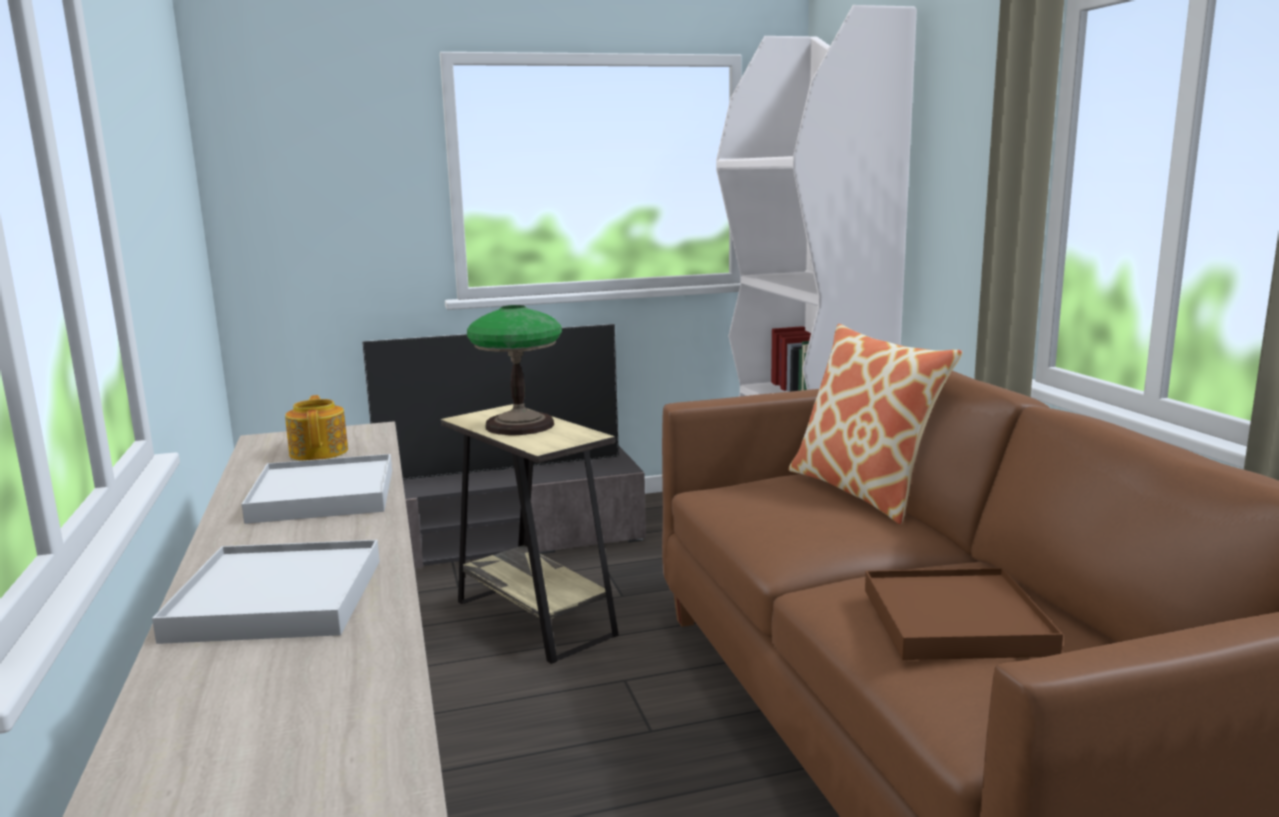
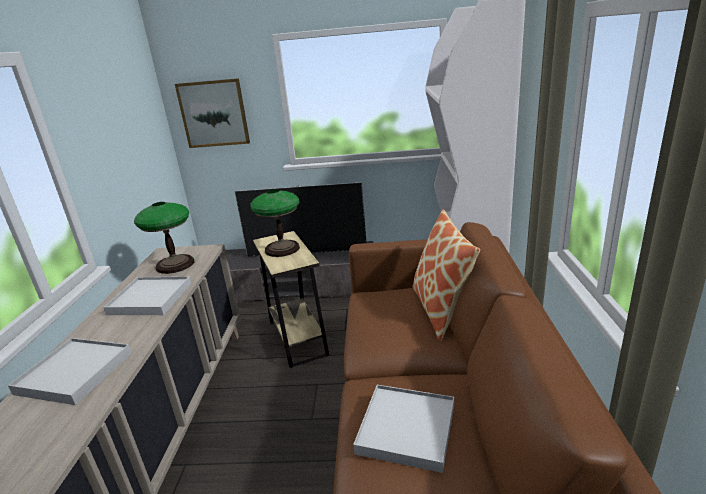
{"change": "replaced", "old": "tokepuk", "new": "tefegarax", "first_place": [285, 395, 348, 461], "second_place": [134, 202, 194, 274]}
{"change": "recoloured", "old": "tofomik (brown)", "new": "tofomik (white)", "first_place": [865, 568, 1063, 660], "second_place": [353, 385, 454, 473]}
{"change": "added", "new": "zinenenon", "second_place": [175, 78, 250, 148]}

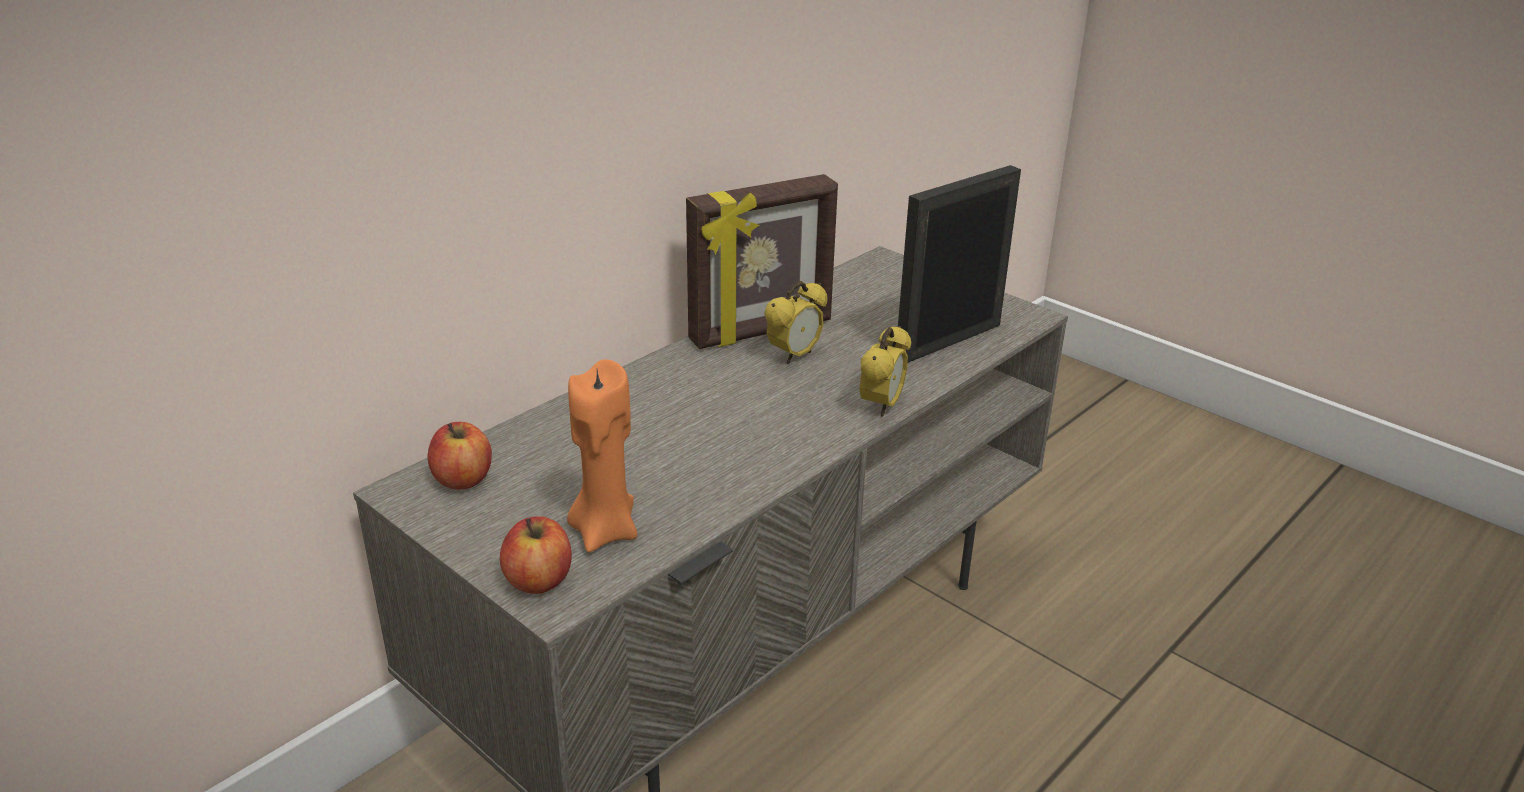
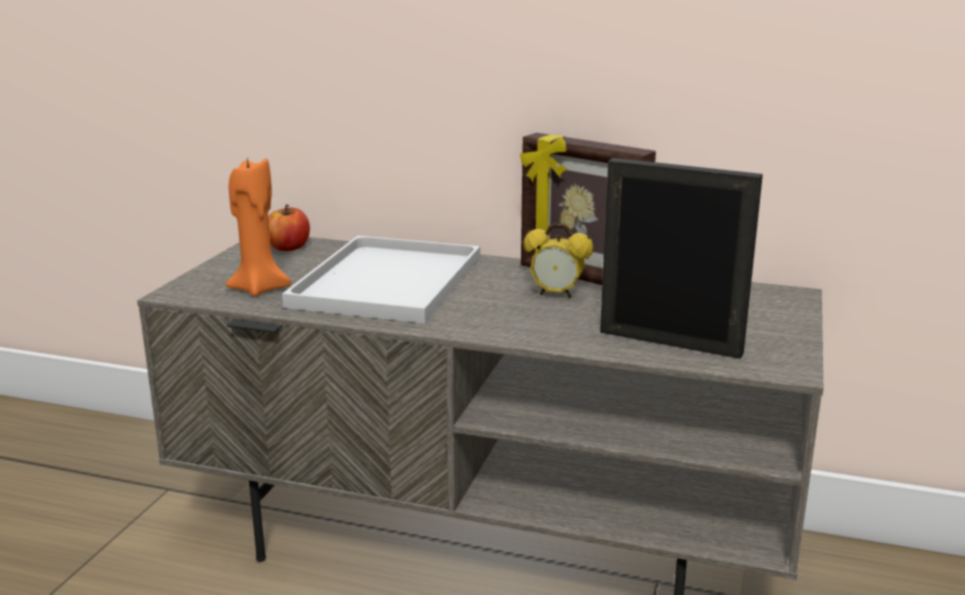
{"change": "removed", "old": "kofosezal", "first_place": [859, 326, 911, 416]}
{"change": "removed", "old": "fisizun", "first_place": [500, 516, 572, 594]}
{"change": "added", "new": "tofomik (white)", "second_place": [282, 236, 480, 323]}

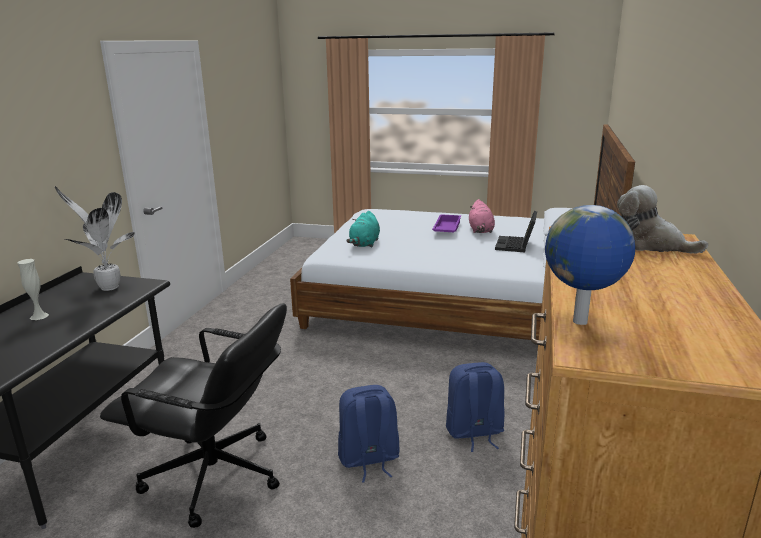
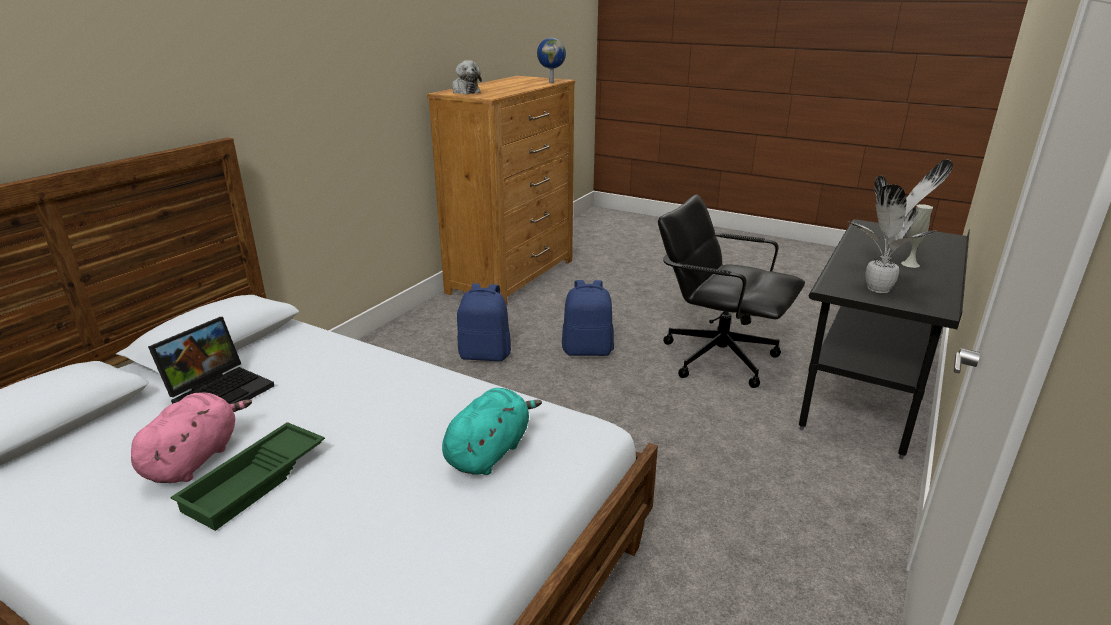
{"change": "recoloured", "old": "tofomik (purple)", "new": "tofomik (green)", "first_place": [432, 214, 461, 232], "second_place": [170, 422, 325, 531]}

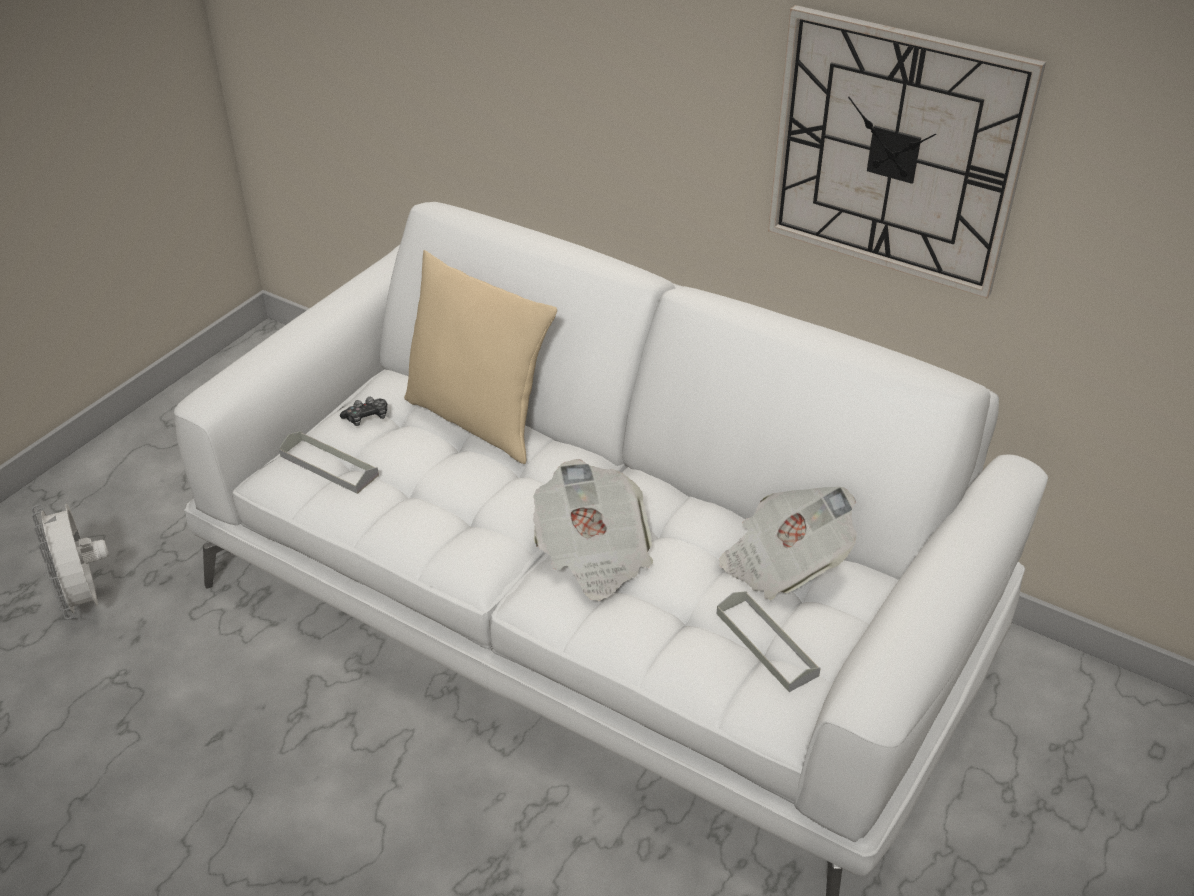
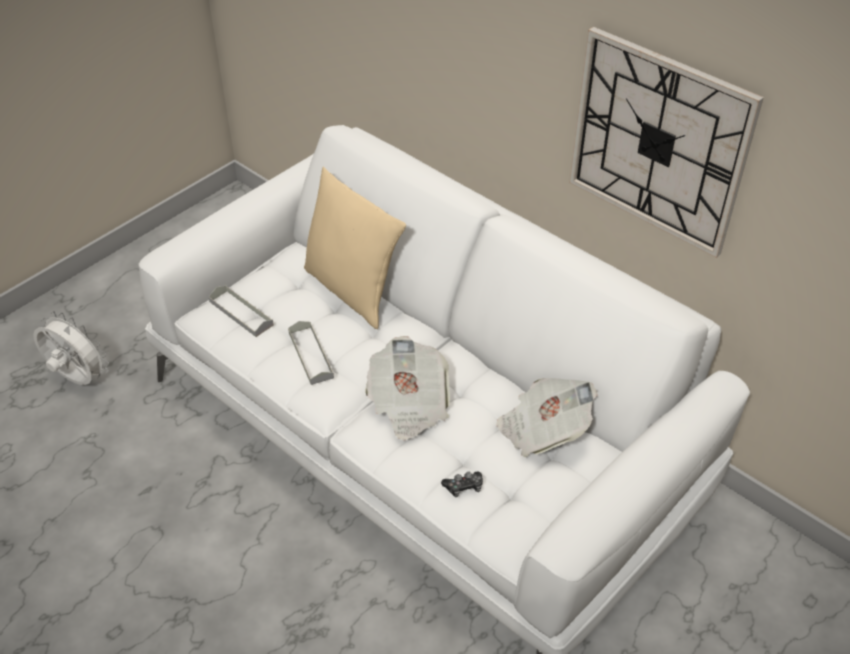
{"change": "moved", "old": "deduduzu", "first_place": [340, 397, 387, 426], "second_place": [441, 472, 483, 497]}
{"change": "turned", "old": "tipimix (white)", "first_place": [32, 504, 109, 619], "second_place": [33, 311, 109, 385], "degrees": 135}
{"change": "moved", "old": "tofomik (grey)", "first_place": [716, 591, 821, 692], "second_place": [288, 321, 334, 385]}

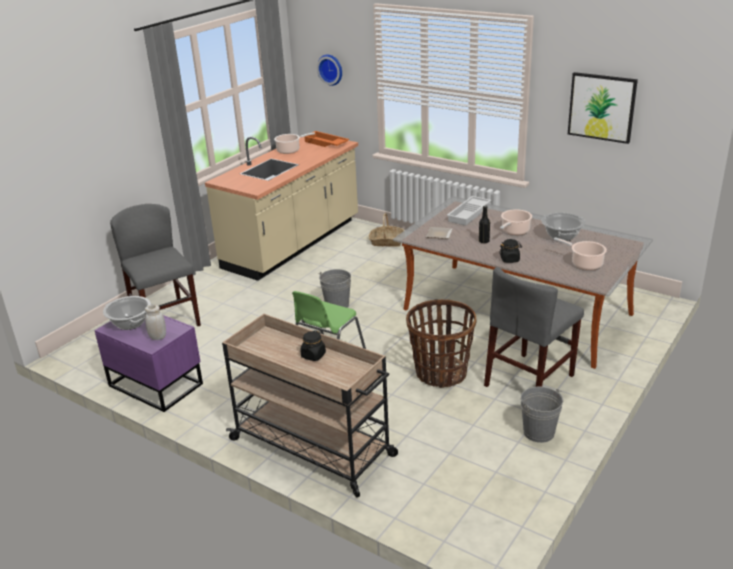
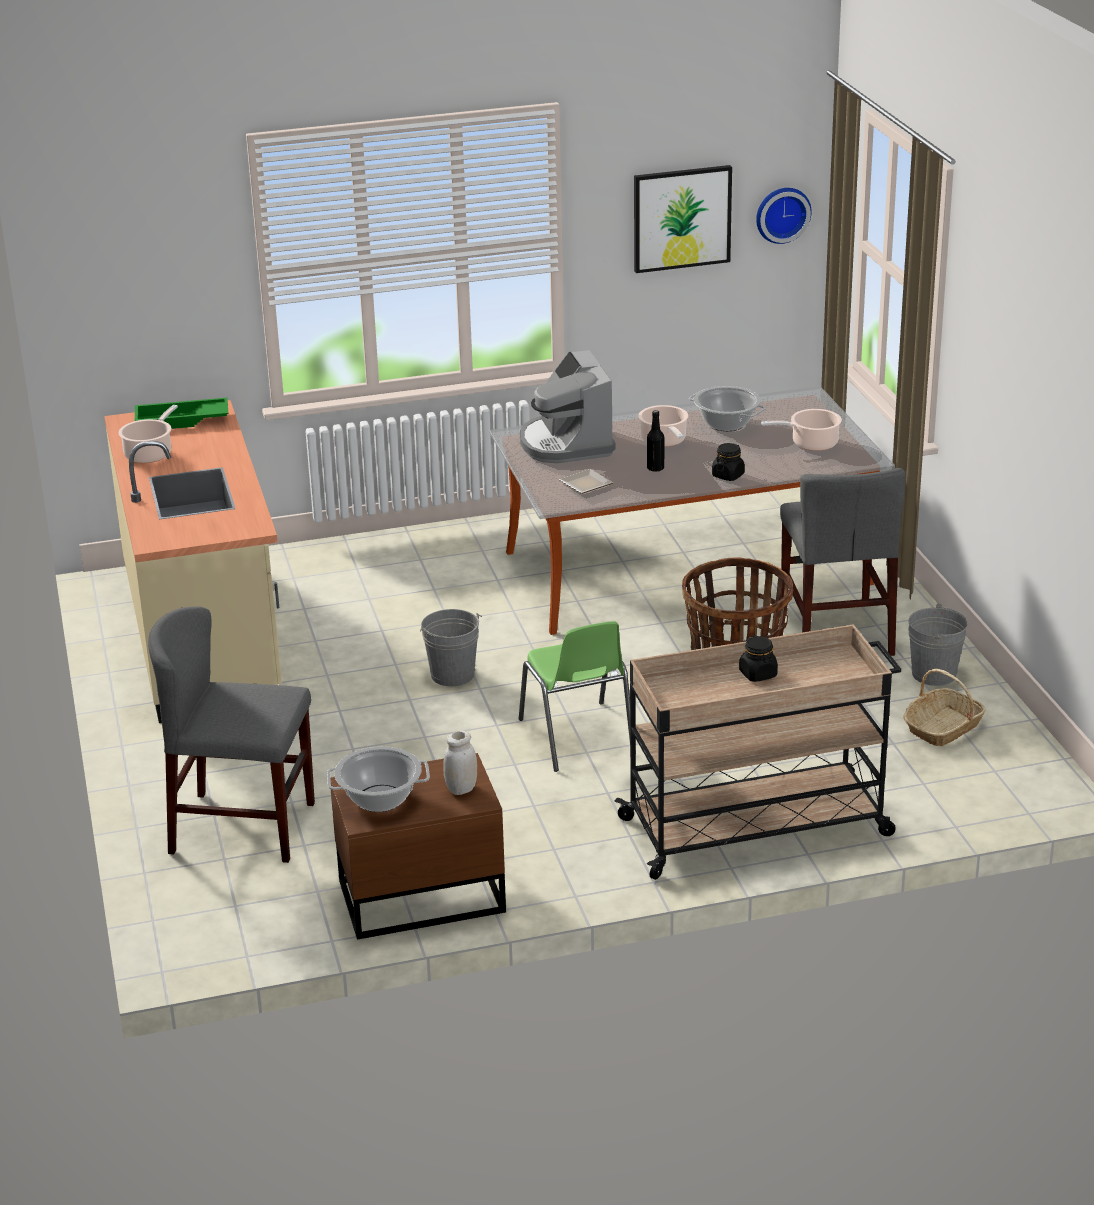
{"change": "moved", "old": "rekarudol", "first_place": [317, 55, 342, 86], "second_place": [756, 188, 812, 244]}
{"change": "recoloured", "old": "tofomik (orange)", "new": "tofomik (green)", "first_place": [305, 131, 349, 147], "second_place": [135, 398, 229, 429]}
{"change": "replaced", "old": "tofomik (white)", "new": "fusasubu", "first_place": [447, 196, 491, 226], "second_place": [520, 350, 616, 463]}
{"change": "moved", "old": "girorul", "first_place": [369, 213, 404, 247], "second_place": [903, 669, 986, 746]}
{"change": "recoloured", "old": "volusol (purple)", "new": "volusol (brown)", "first_place": [94, 315, 203, 412], "second_place": [330, 753, 506, 940]}

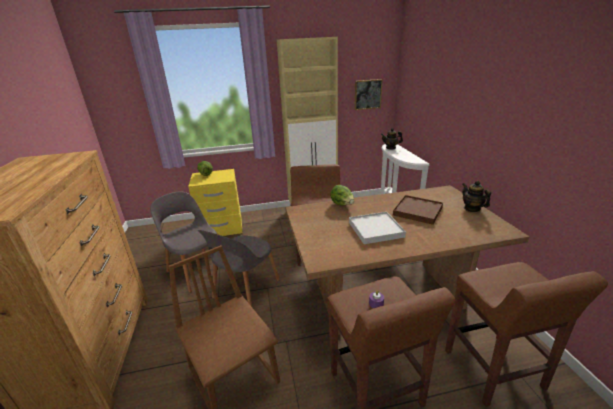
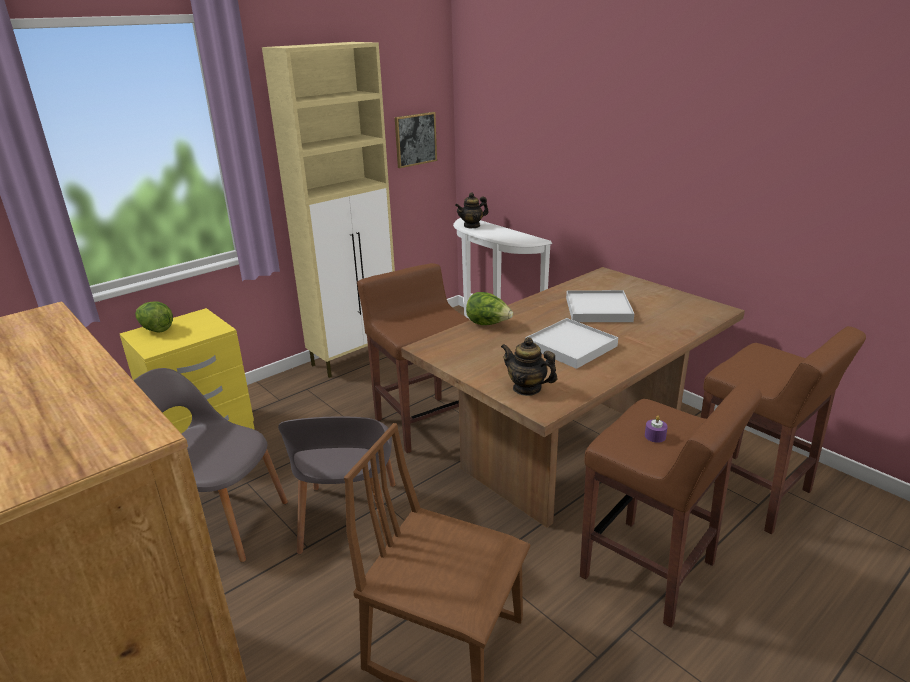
{"change": "moved", "old": "tokepuk", "first_place": [462, 181, 491, 212], "second_place": [501, 337, 558, 396]}
{"change": "recoloured", "old": "tofomik (brown)", "new": "tofomik (white)", "first_place": [393, 195, 443, 225], "second_place": [566, 290, 634, 322]}

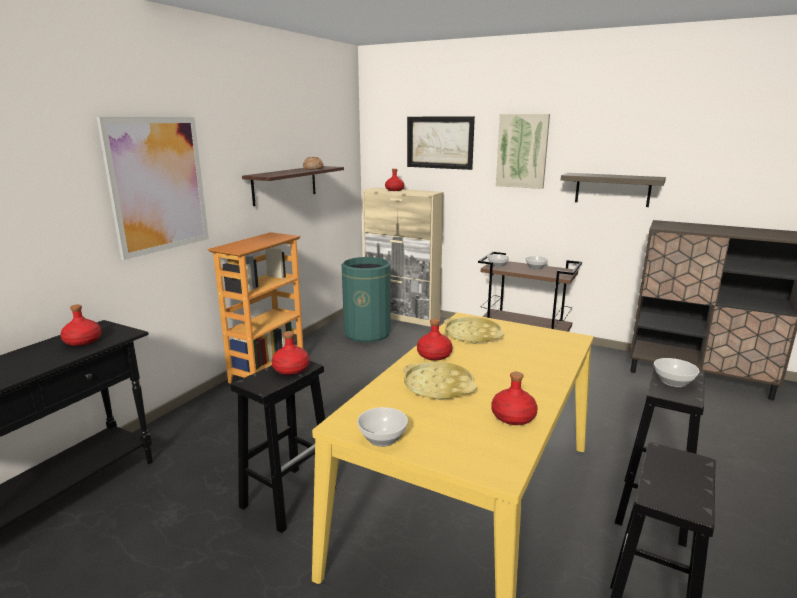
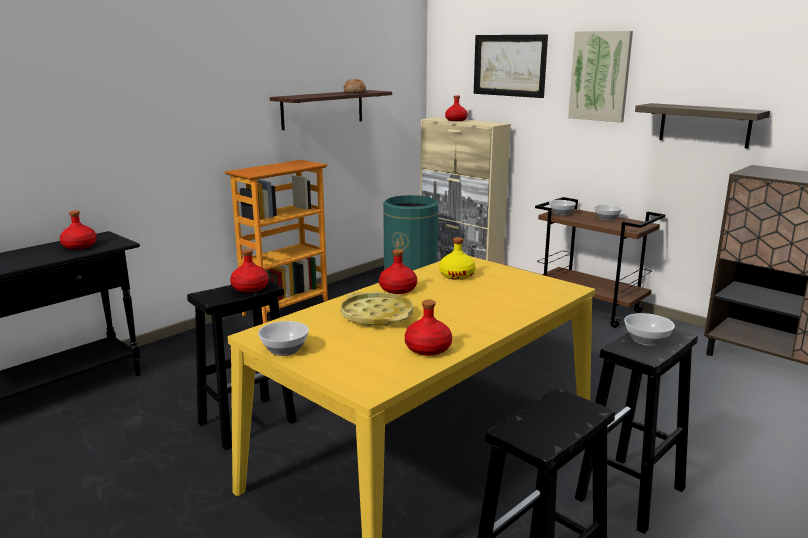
{"change": "removed", "old": "zinenenon", "first_place": [97, 117, 209, 260]}
{"change": "replaced", "old": "tofomik (yellow)", "new": "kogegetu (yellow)", "first_place": [444, 317, 504, 344], "second_place": [439, 237, 476, 280]}

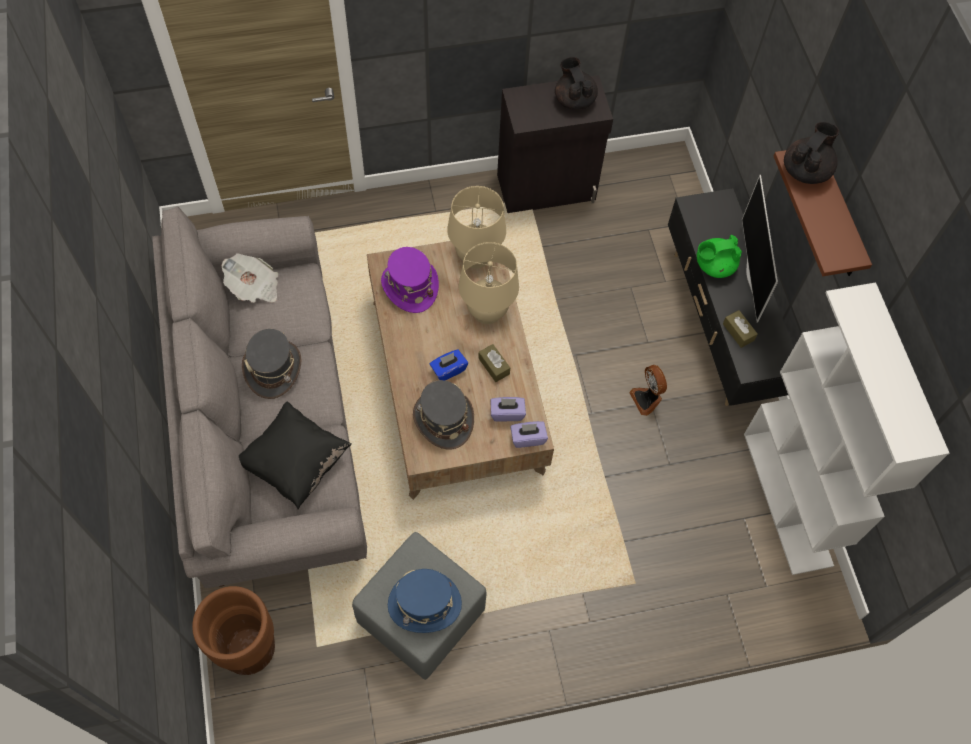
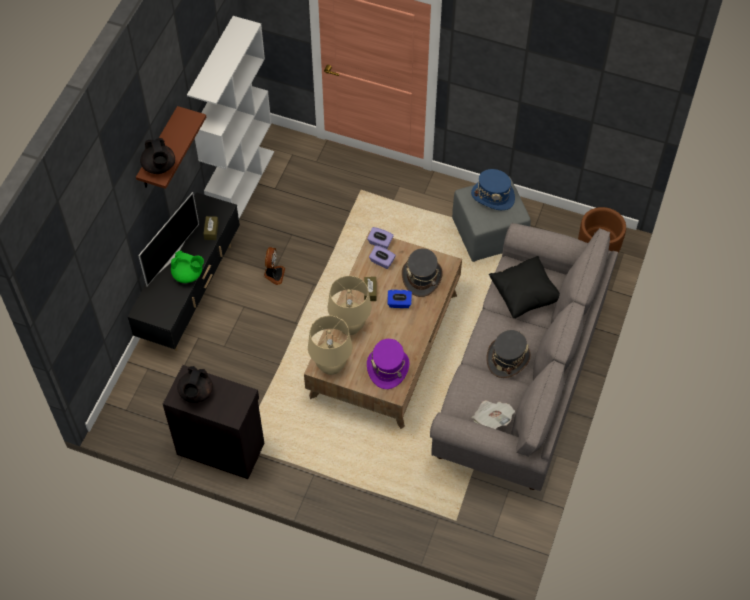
{"change": "turned", "old": "tokepuk (black)", "first_place": [784, 122, 839, 184], "second_place": [140, 138, 175, 174], "degrees": -90}

